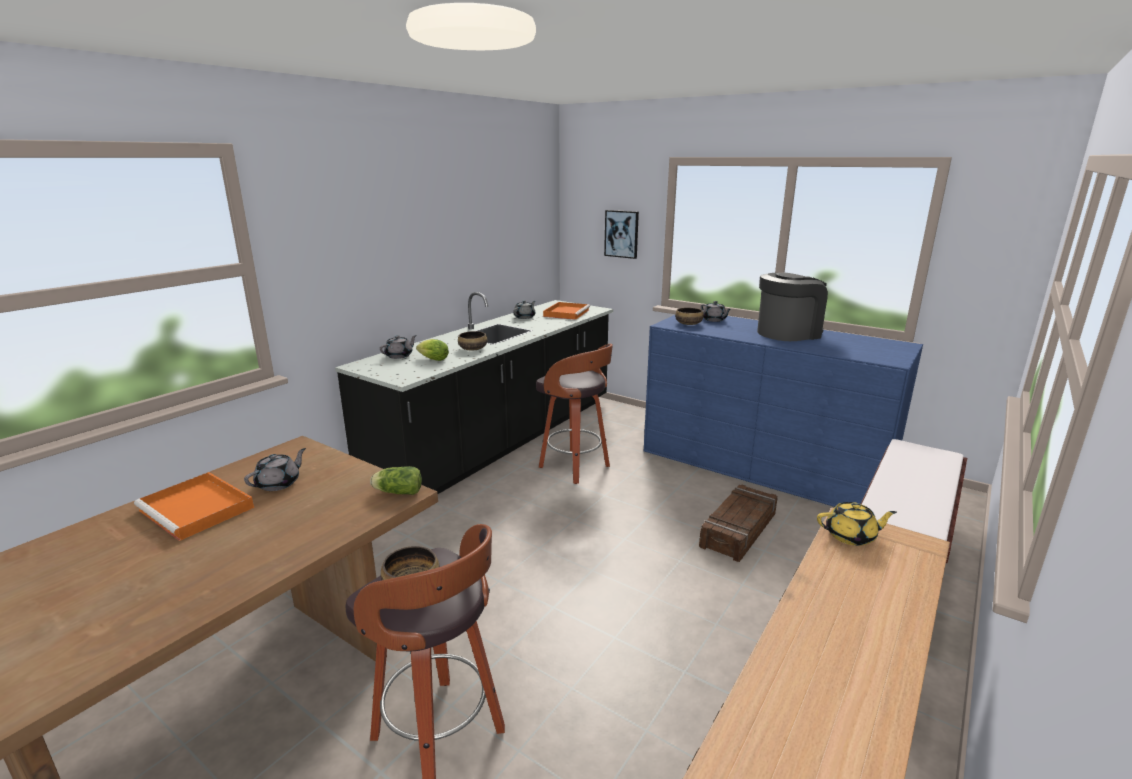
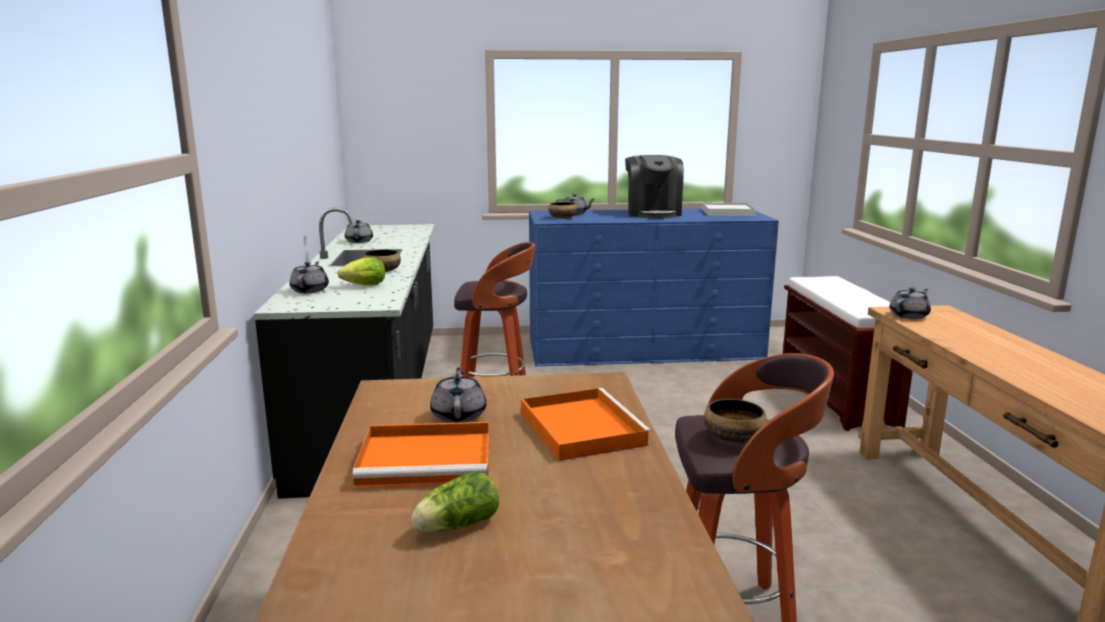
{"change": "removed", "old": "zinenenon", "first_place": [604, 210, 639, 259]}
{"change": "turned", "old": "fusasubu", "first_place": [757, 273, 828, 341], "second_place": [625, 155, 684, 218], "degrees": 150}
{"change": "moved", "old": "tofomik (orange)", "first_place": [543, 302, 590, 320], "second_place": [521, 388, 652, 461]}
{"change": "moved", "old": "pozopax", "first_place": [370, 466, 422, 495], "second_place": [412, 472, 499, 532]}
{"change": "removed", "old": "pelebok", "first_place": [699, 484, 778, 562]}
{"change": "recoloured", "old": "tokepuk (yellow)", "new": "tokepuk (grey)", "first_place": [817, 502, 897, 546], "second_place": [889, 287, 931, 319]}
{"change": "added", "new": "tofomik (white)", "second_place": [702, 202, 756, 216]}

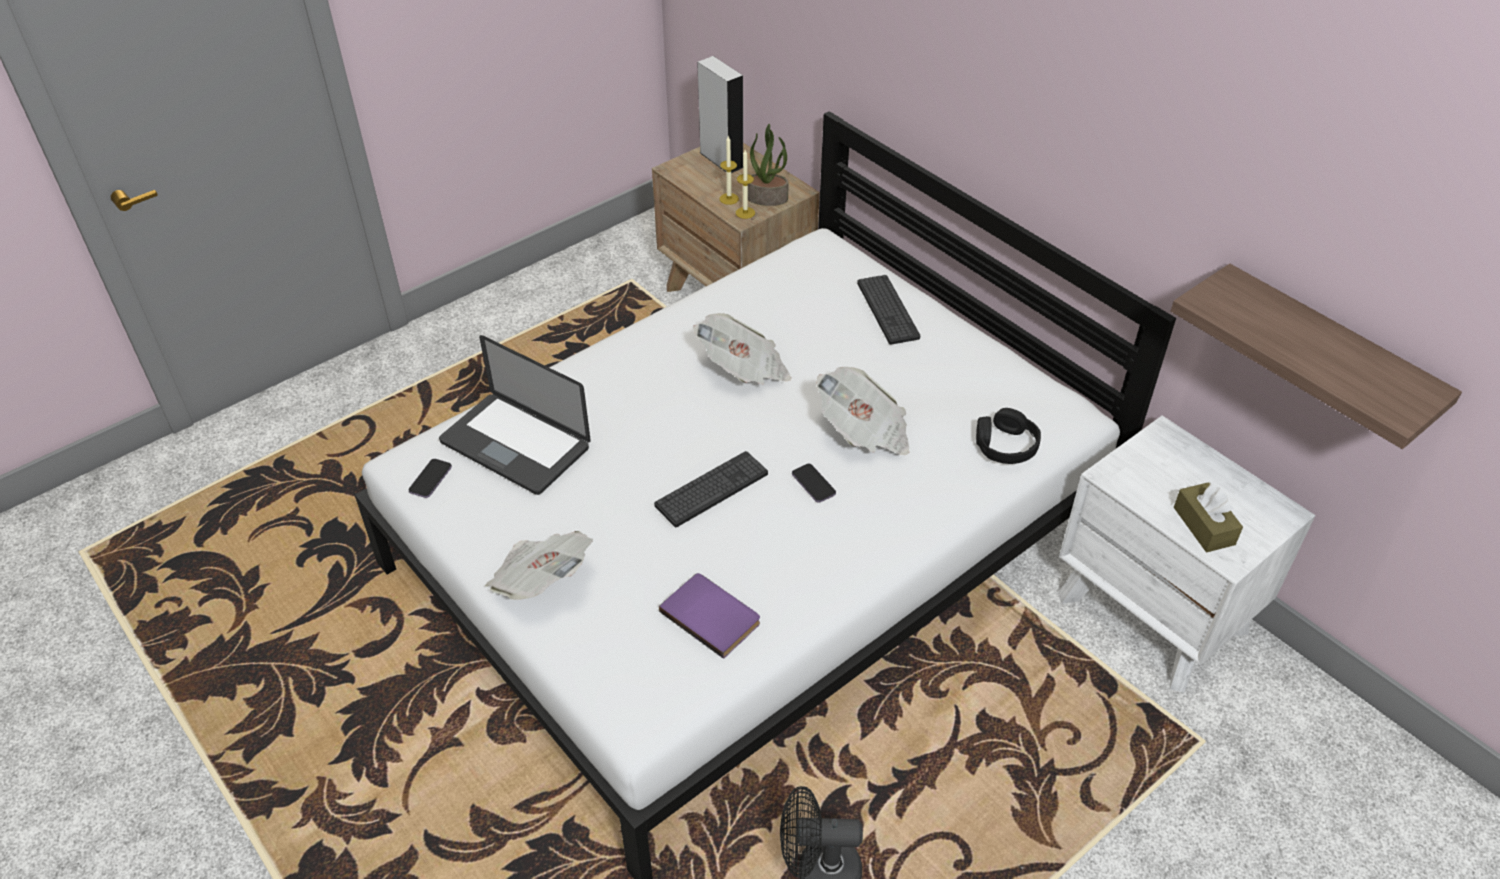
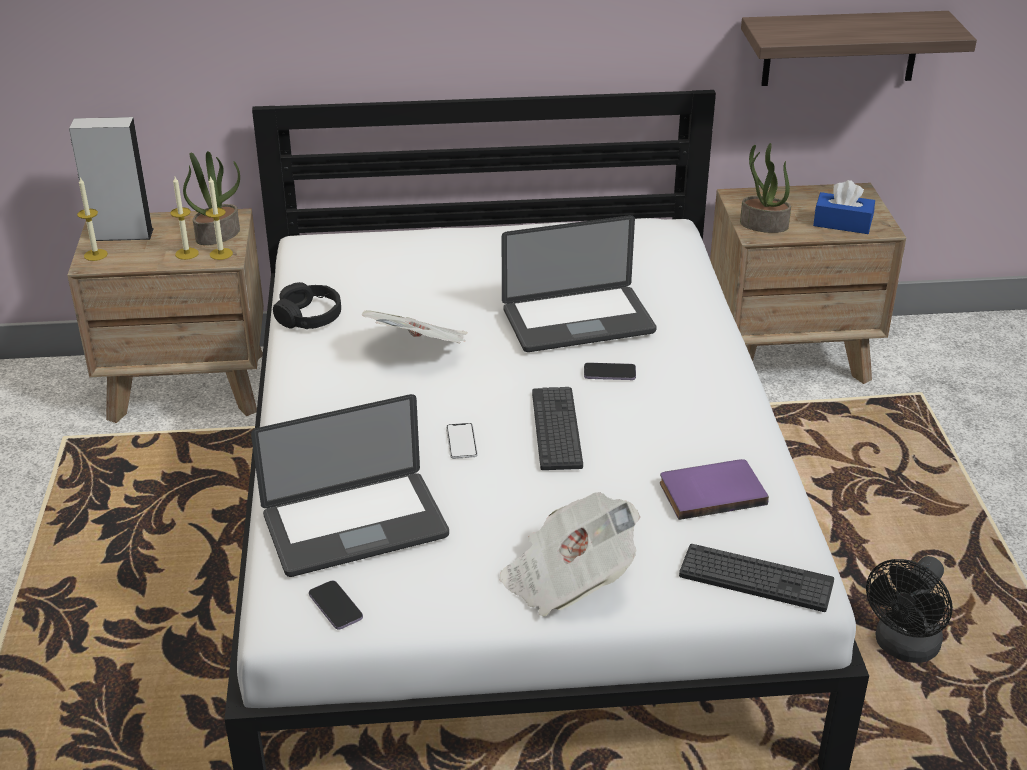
{"change": "moved", "old": "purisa", "first_place": [857, 275, 920, 345], "second_place": [679, 544, 834, 612]}
{"change": "replaced", "old": "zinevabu", "new": "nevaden", "first_place": [816, 367, 910, 455], "second_place": [502, 215, 657, 352]}
{"change": "moved", "old": "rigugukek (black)", "first_place": [976, 408, 1041, 464], "second_place": [273, 282, 341, 329]}
{"change": "recoloured", "old": "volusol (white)", "new": "volusol (brown)", "first_place": [1058, 416, 1316, 693], "second_place": [710, 183, 906, 384]}
{"change": "recoloured", "old": "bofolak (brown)", "new": "bofolak (blue)", "first_place": [1174, 482, 1243, 552], "second_place": [813, 180, 875, 234]}
{"change": "added", "new": "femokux", "second_place": [740, 143, 791, 233]}
{"change": "added", "new": "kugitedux", "second_place": [77, 177, 108, 261]}
{"change": "added", "new": "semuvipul", "second_place": [446, 423, 478, 459]}

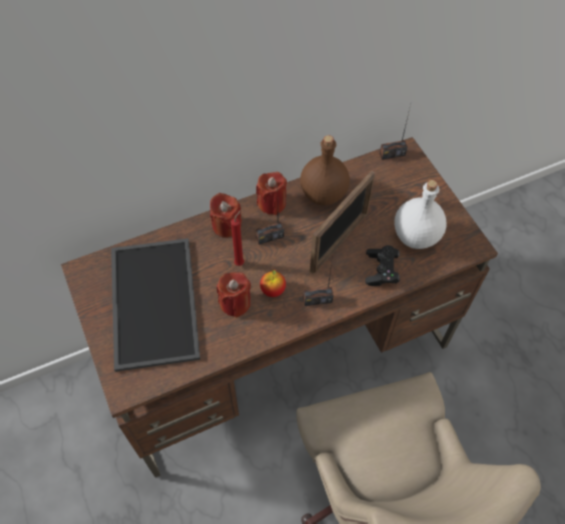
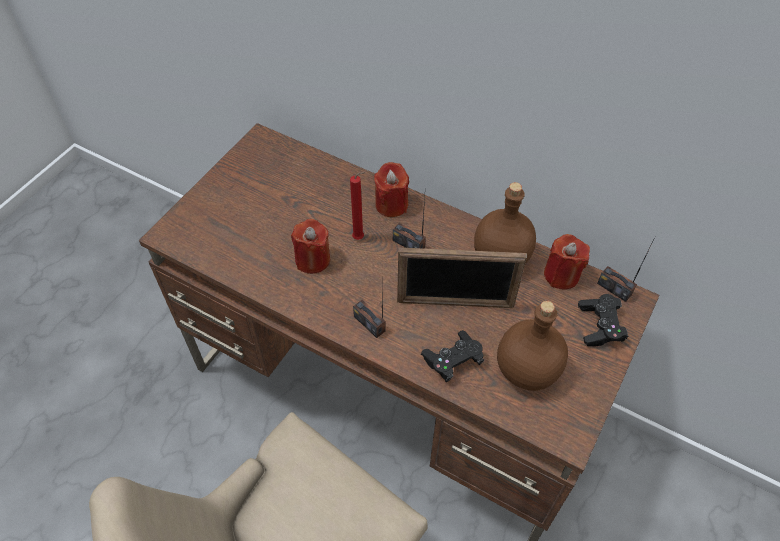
{"change": "moved", "old": "kugitedux (red)", "first_place": [256, 172, 287, 215], "second_place": [544, 234, 590, 290]}
{"change": "recoloured", "old": "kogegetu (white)", "new": "kogegetu (brown)", "first_place": [394, 180, 446, 249], "second_place": [497, 301, 568, 391]}
{"change": "removed", "old": "tofomik", "first_place": [111, 238, 200, 372]}
{"change": "removed", "old": "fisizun", "first_place": [260, 270, 286, 297]}
{"change": "added", "new": "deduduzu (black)", "second_place": [578, 294, 628, 346]}

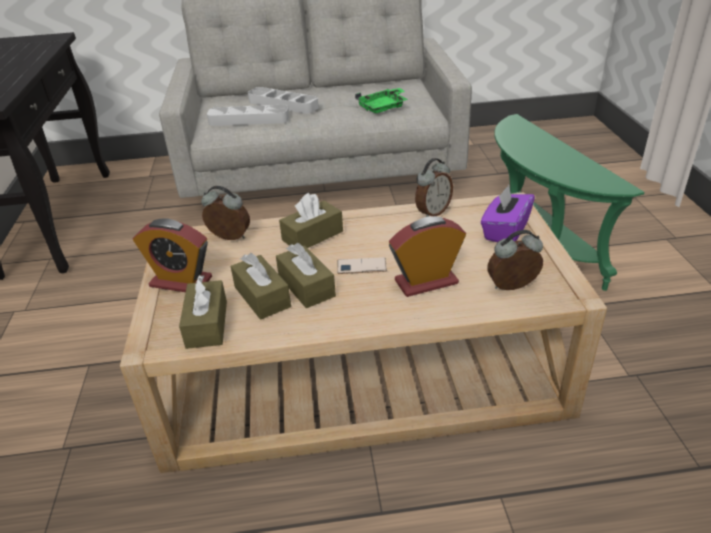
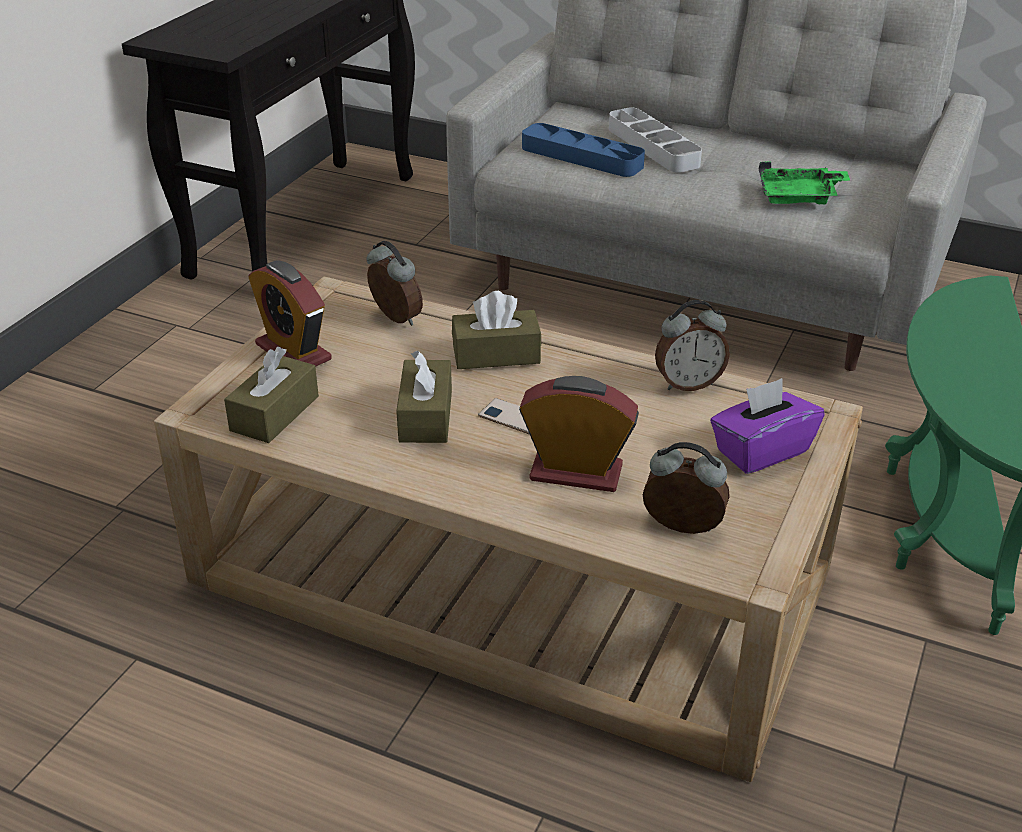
{"change": "recoloured", "old": "tofomik (grey)", "new": "tofomik (blue)", "first_place": [207, 105, 289, 126], "second_place": [522, 123, 645, 177]}
{"change": "removed", "old": "bofolak (brown)", "first_place": [231, 253, 291, 320]}

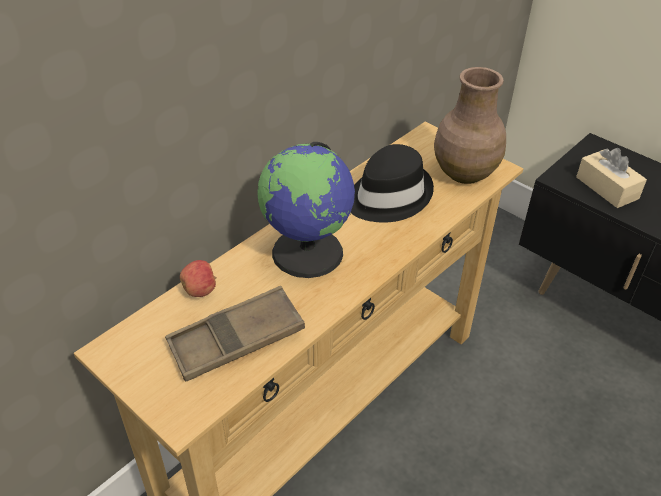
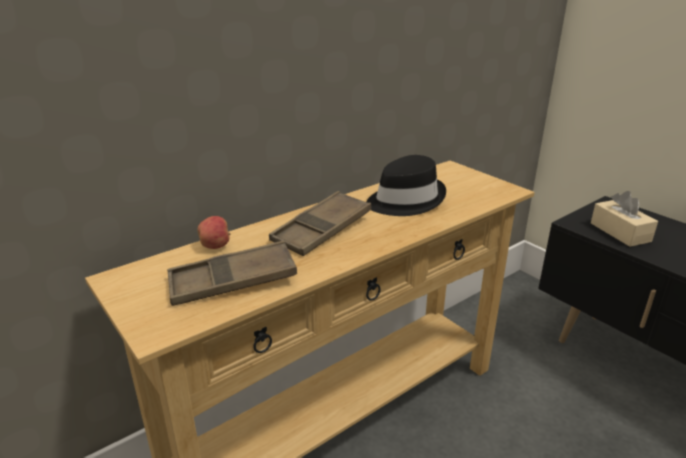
{"change": "removed", "old": "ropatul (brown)", "first_place": [434, 67, 506, 184]}
{"change": "replaced", "old": "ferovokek", "new": "tofomik (brown)", "first_place": [257, 142, 355, 278], "second_place": [269, 191, 371, 256]}

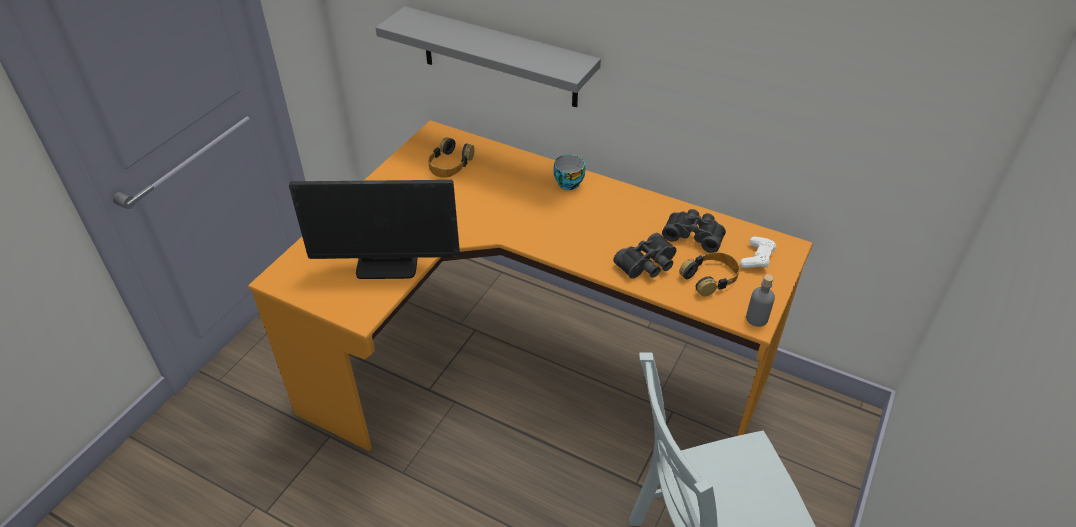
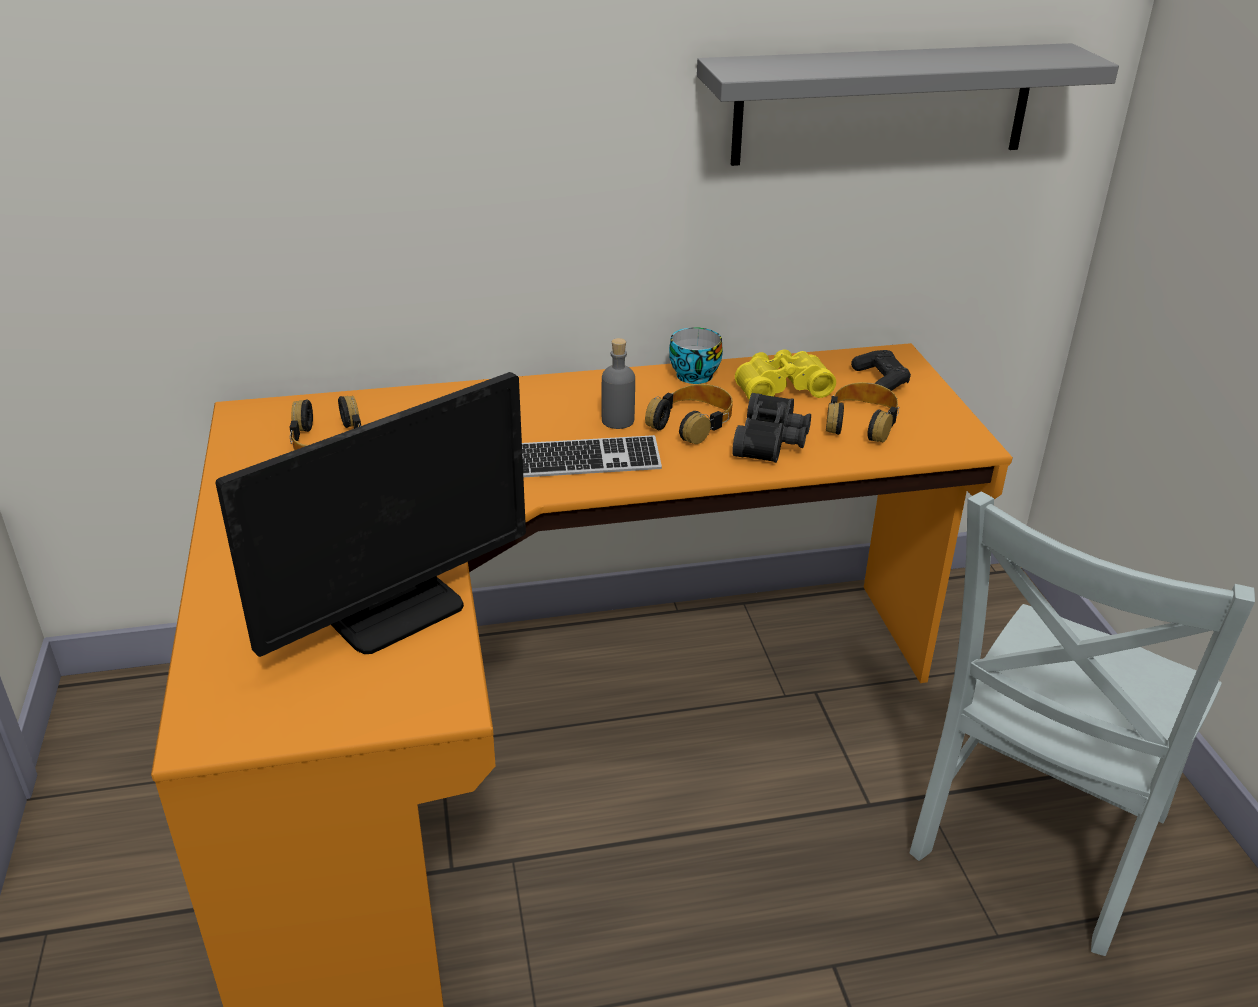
{"change": "moved", "old": "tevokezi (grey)", "first_place": [376, 6, 601, 107], "second_place": [697, 43, 1119, 166]}
{"change": "moved", "old": "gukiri", "first_place": [553, 154, 585, 190], "second_place": [669, 327, 723, 384]}
{"change": "recoloured", "old": "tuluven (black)", "new": "tuluven (yellow)", "first_place": [662, 209, 726, 253], "second_place": [735, 349, 836, 400]}
{"change": "recoloured", "old": "deduduzu (white)", "new": "deduduzu (black)", "first_place": [740, 237, 776, 268], "second_place": [851, 350, 911, 391]}
{"change": "moved", "old": "kogegetu (grey)", "first_place": [746, 274, 775, 327], "second_place": [602, 338, 635, 429]}
{"change": "added", "new": "rigugukek", "second_place": [645, 384, 733, 444]}
{"change": "added", "new": "purisa", "second_place": [522, 435, 662, 478]}

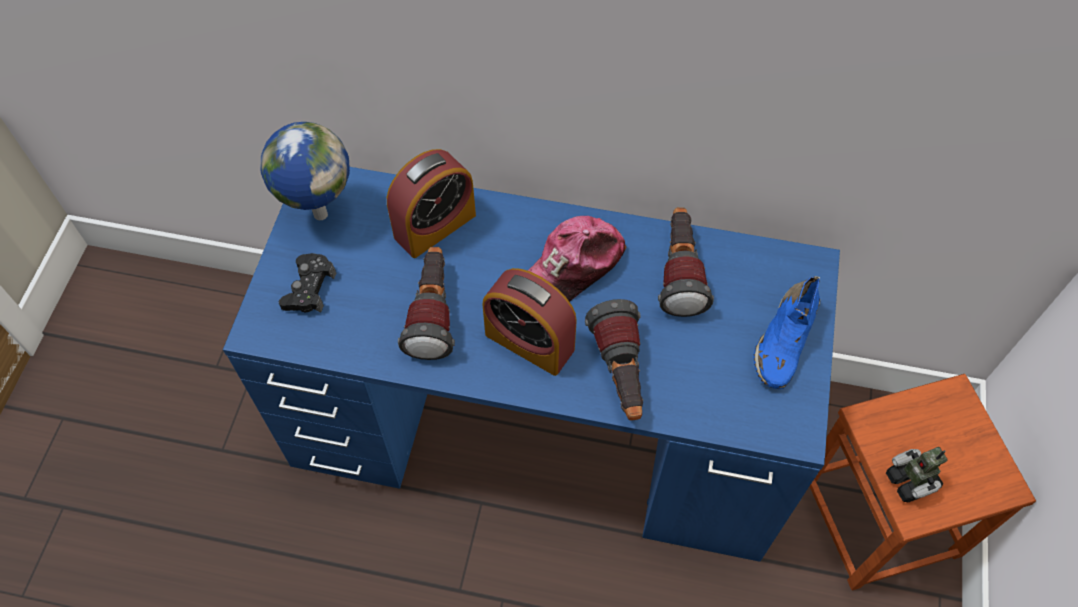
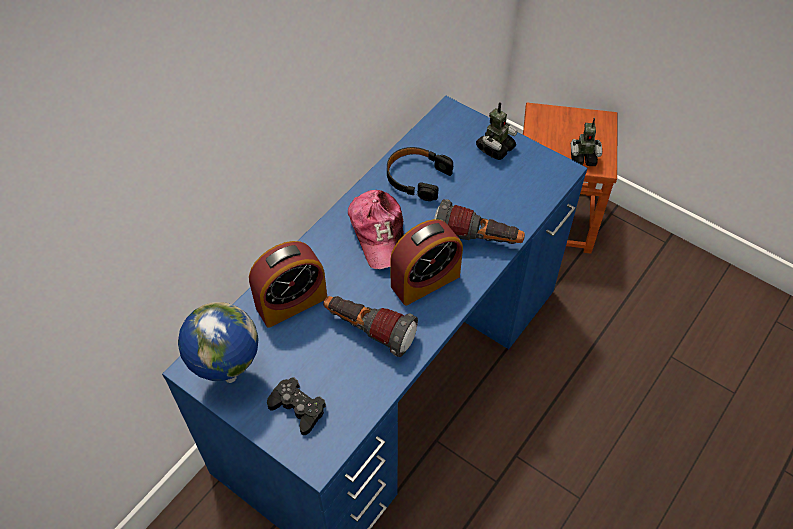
{"change": "turned", "old": "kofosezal", "first_place": [387, 149, 476, 258], "second_place": [249, 241, 327, 328], "degrees": 75}
{"change": "replaced", "old": "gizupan", "new": "rigugukek (black)", "first_place": [658, 207, 714, 317], "second_place": [387, 147, 453, 201]}
{"change": "replaced", "old": "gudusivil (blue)", "new": "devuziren", "first_place": [754, 276, 820, 389], "second_place": [476, 102, 518, 160]}

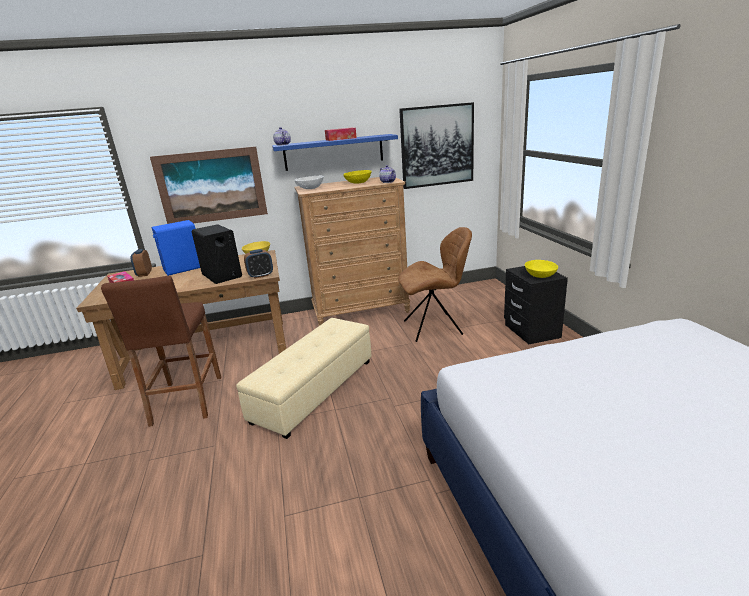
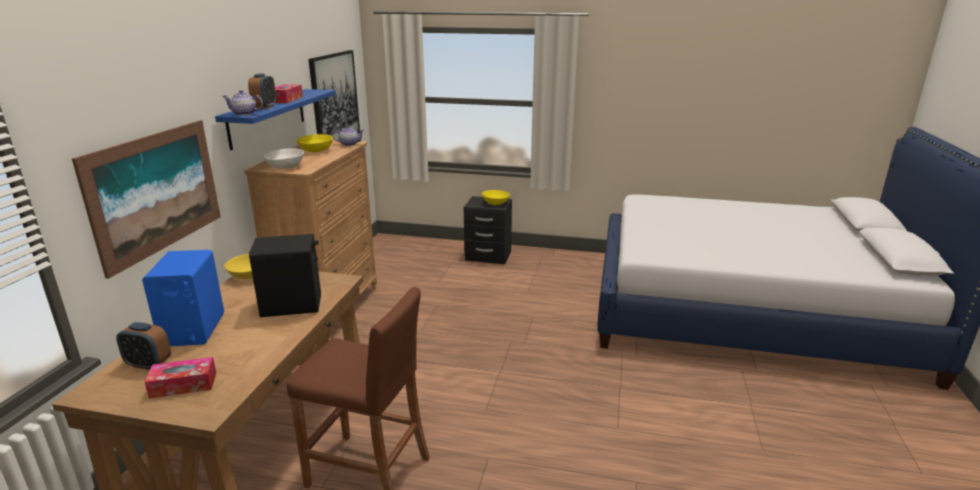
{"change": "removed", "old": "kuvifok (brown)", "first_place": [398, 227, 472, 342]}
{"change": "moved", "old": "kofosezal", "first_place": [244, 249, 273, 279], "second_place": [248, 73, 276, 109]}
{"change": "removed", "old": "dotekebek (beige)", "first_place": [236, 318, 371, 439]}

